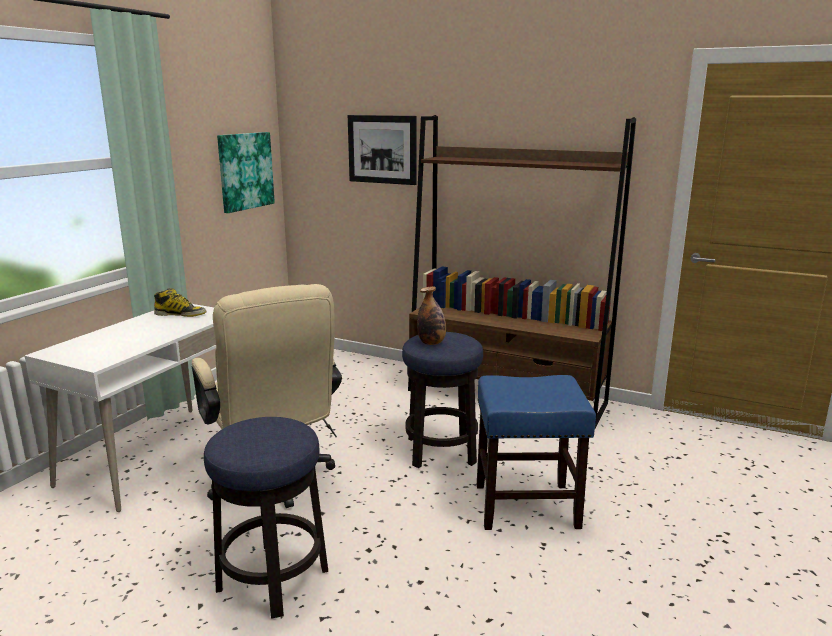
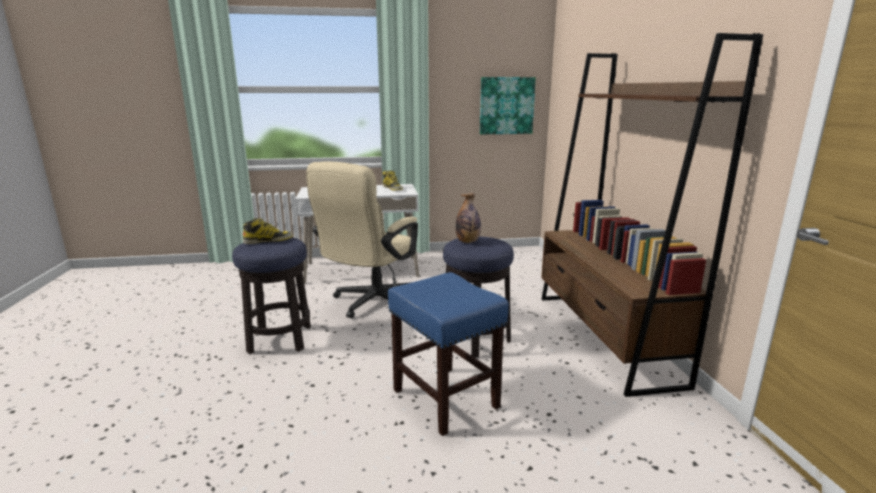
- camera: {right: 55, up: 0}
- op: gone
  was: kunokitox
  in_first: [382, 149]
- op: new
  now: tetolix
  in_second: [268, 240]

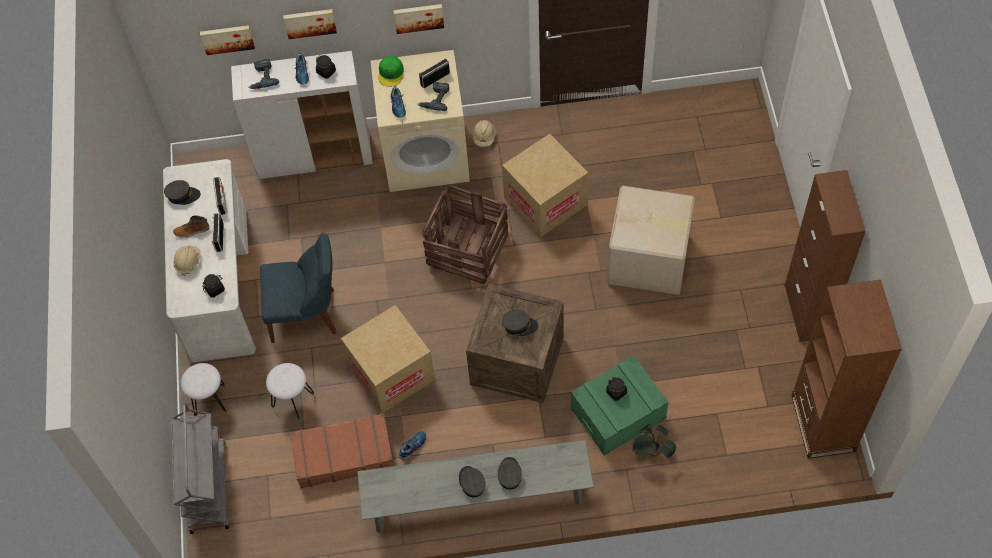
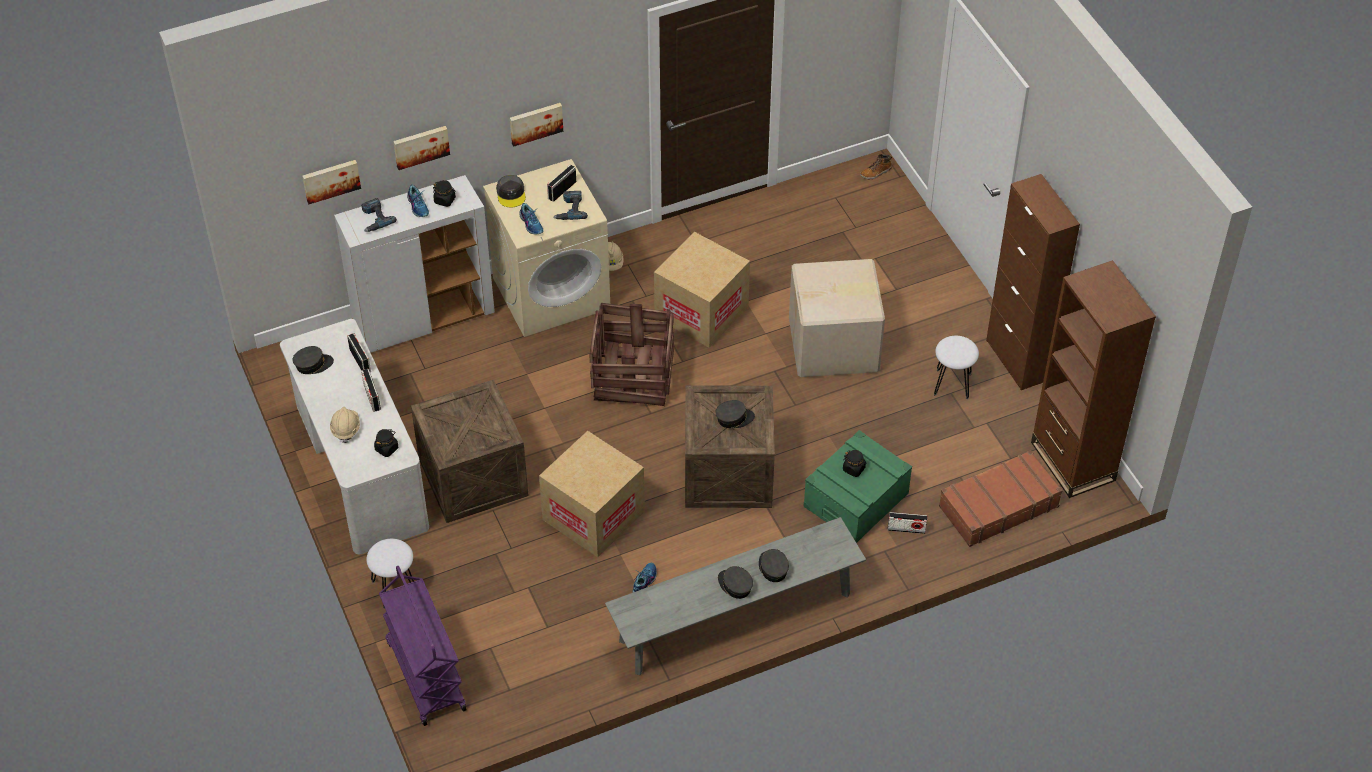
- camera: {right: -20, up: -10}
- op: repainted
  was: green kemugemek
  now: grey kemugemek
  in_first: [391, 73]
  in_second: [511, 194]
- op: shifted
  was: tetolix
  in_first: [192, 231]
  in_second: [876, 172]
- op: swapped
  was: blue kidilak
  now: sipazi
  in_first: [306, 314]
  in_second: [475, 478]
- op: shifted
  was: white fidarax
  in_first: [293, 400]
  in_second: [953, 384]
- op: repainted
  was: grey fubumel
  now: purple fubumel
  in_first: [207, 486]
  in_second: [425, 675]
- op: shifted
  was: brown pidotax
  in_first: [343, 455]
  in_second: [997, 506]
- op: swapped
  was: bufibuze
  now: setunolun
  in_first: [652, 453]
  in_second: [906, 529]

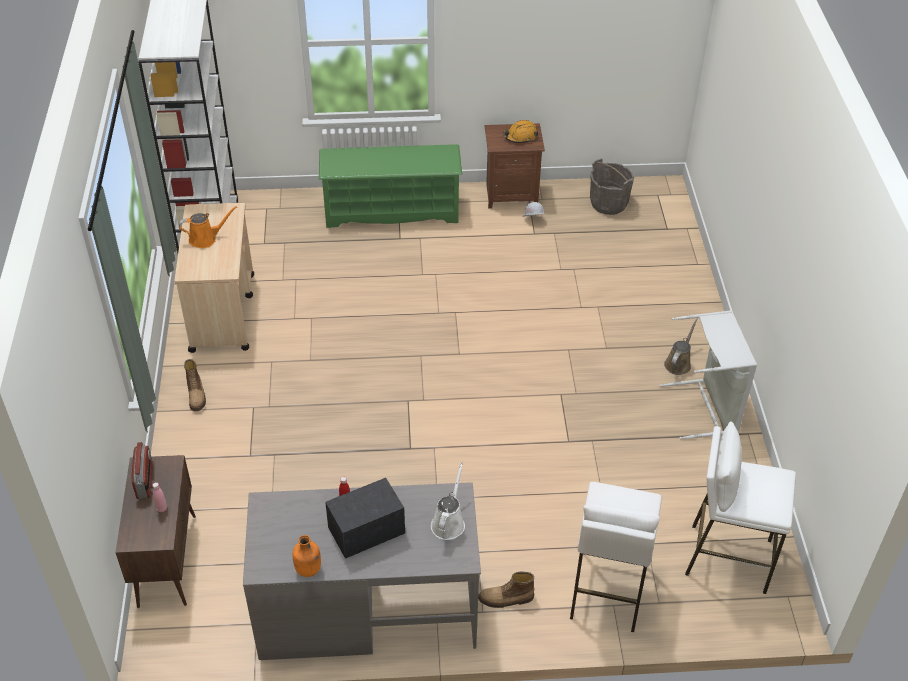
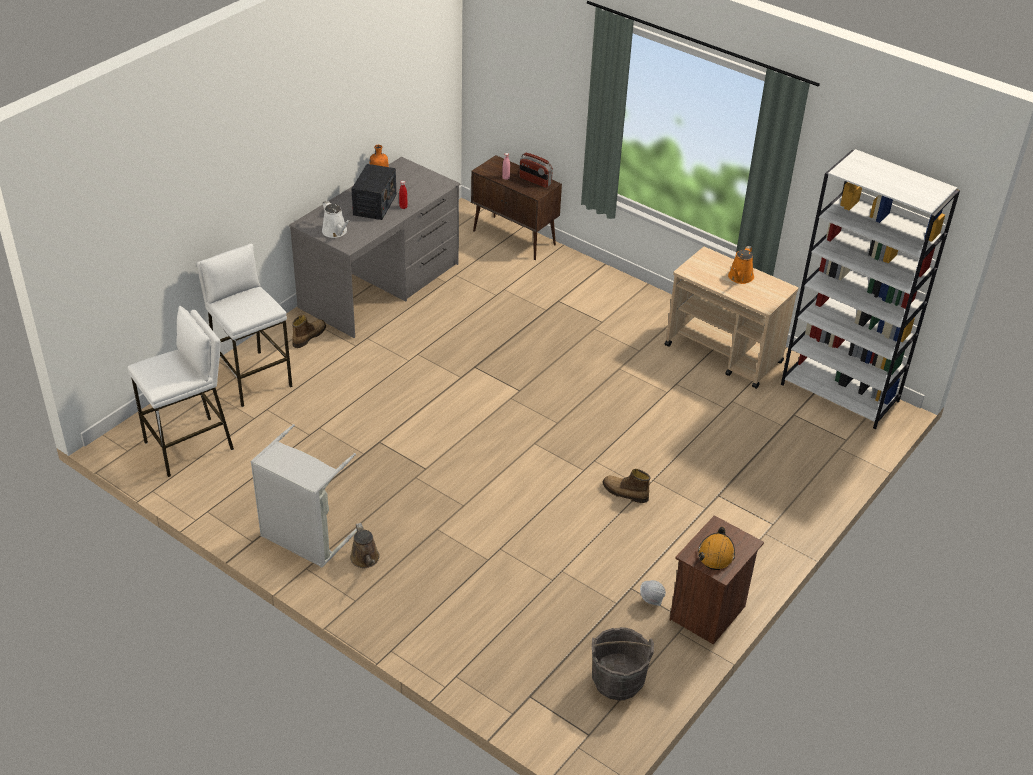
- camera: {right: 130, up: -5}
- op: gone
  was: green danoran
  in_first: [392, 210]
- op: shifted
  was: tetolix
  in_first: [196, 395]
  in_second: [624, 493]

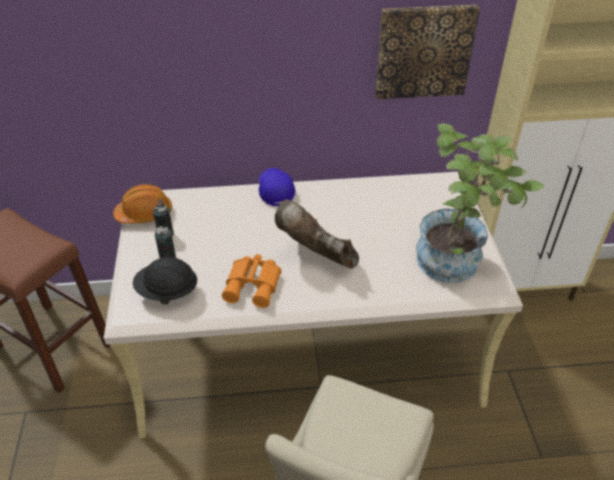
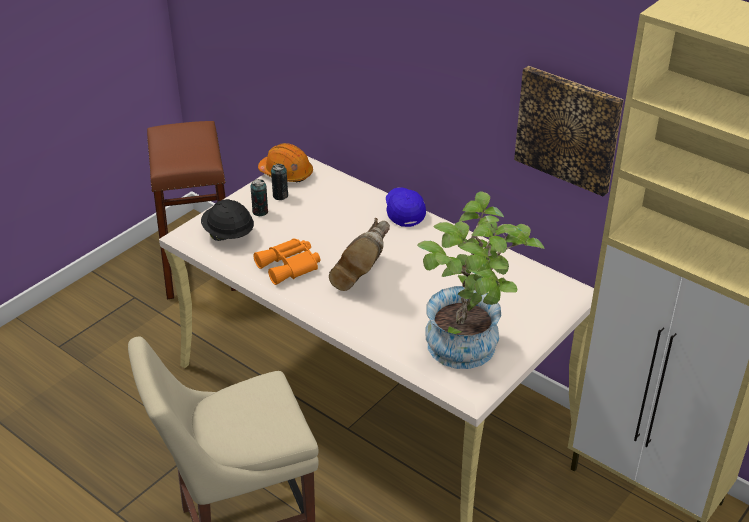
- camera: {right: 45, up: -5}
- op: rotated
  was: blue kemugemek
  in_first: [275, 191]
  in_second: [404, 212]
  clockwise: -45
- op: rotated
  was: brown tetolix
  in_first: [317, 257]
  in_second: [361, 277]
  clockwise: -150

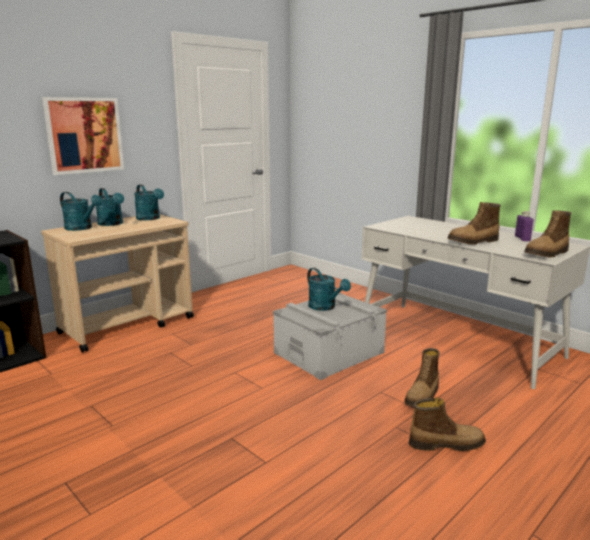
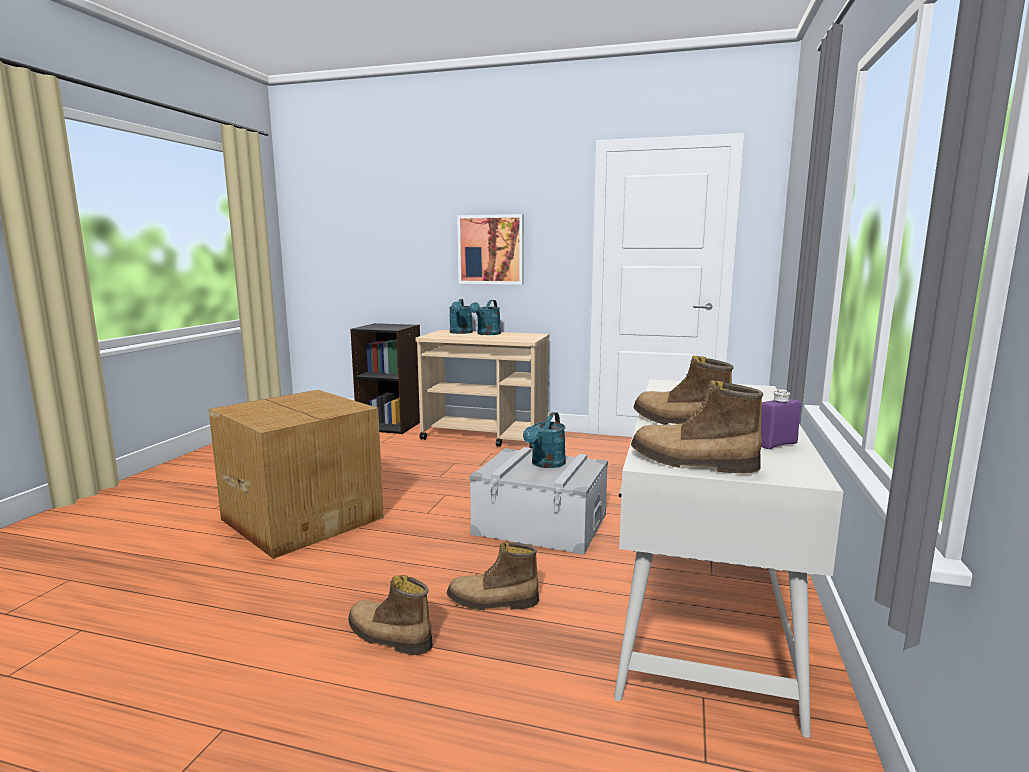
- camera: {right: 60, up: -5}
- op: gone
  was: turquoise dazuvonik
  in_first: [150, 218]
- op: rotated
  was: tetolix
  in_first: [445, 444]
  in_second: [388, 637]
  clockwise: 150
- op: new
  now: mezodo
  in_second: [303, 517]

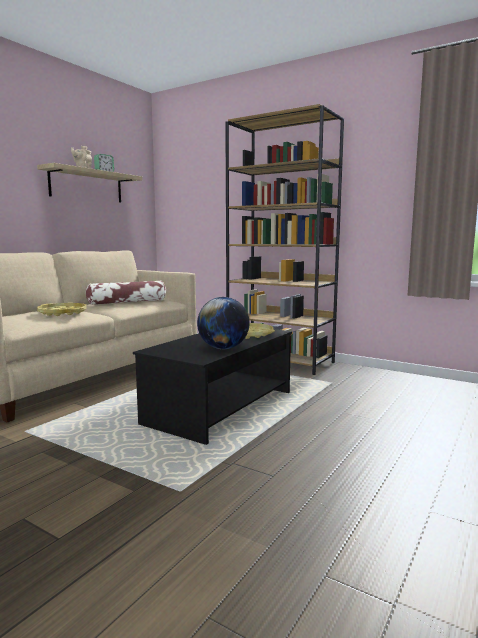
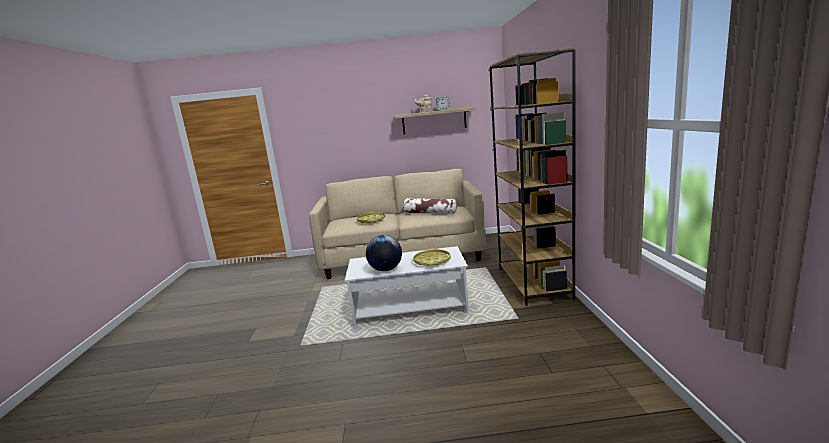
- camera: {right: 55, up: 5}
- op: repainted
  was: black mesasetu
  now: white mesasetu
  in_first: [221, 407]
  in_second: [411, 307]

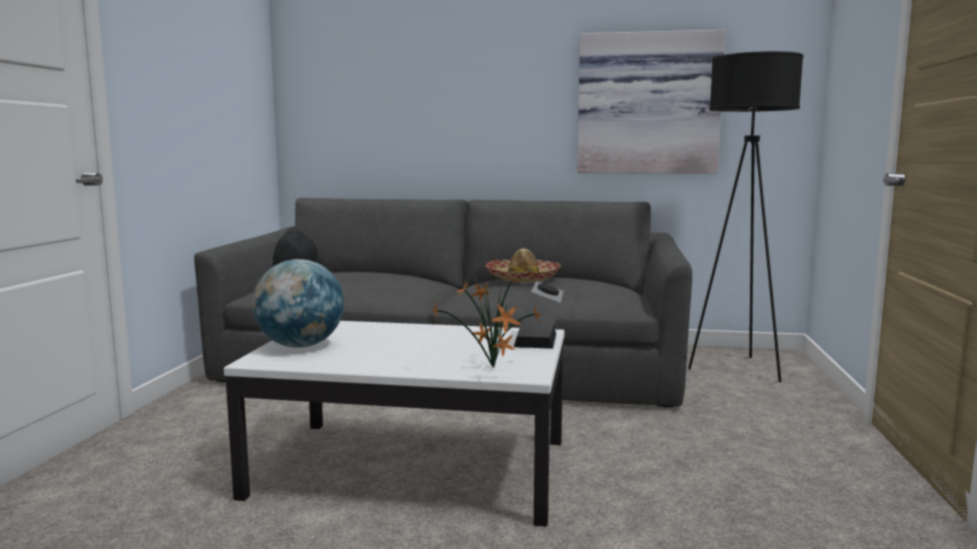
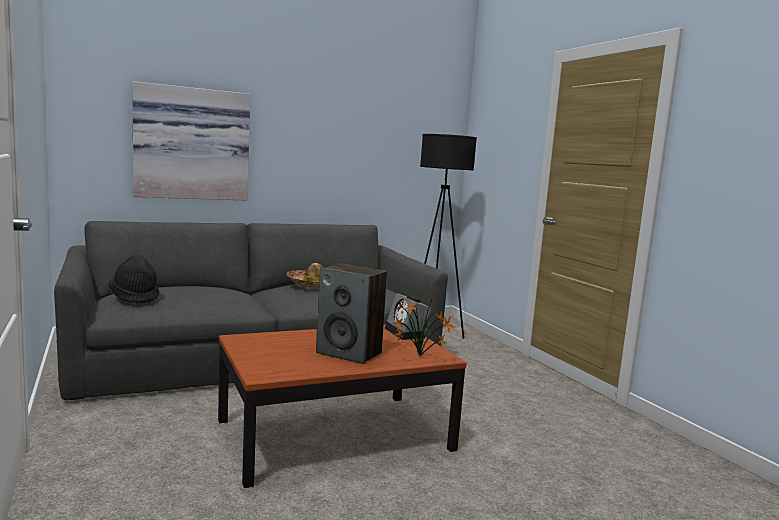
- camera: {right: -35, up: 0}
- op: shifted
  was: kunokitox
  in_first: [648, 104]
  in_second: [192, 144]
- op: gone
  was: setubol
  in_first: [300, 346]
- op: repainted
  was: white mesasetu
  now: brown mesasetu
  in_first: [413, 468]
  in_second: [335, 435]
- op: new
  now: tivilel
  in_second: [349, 353]

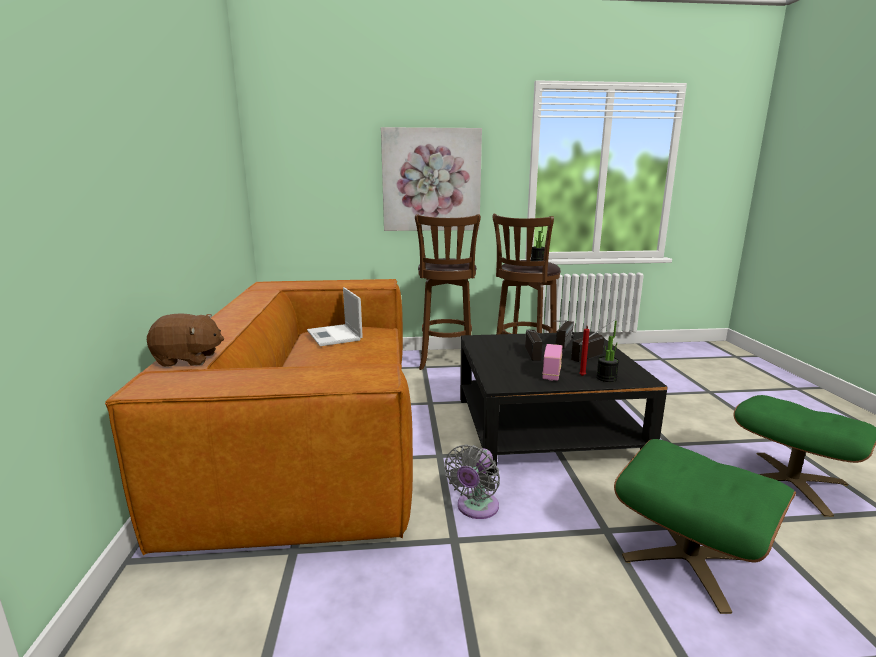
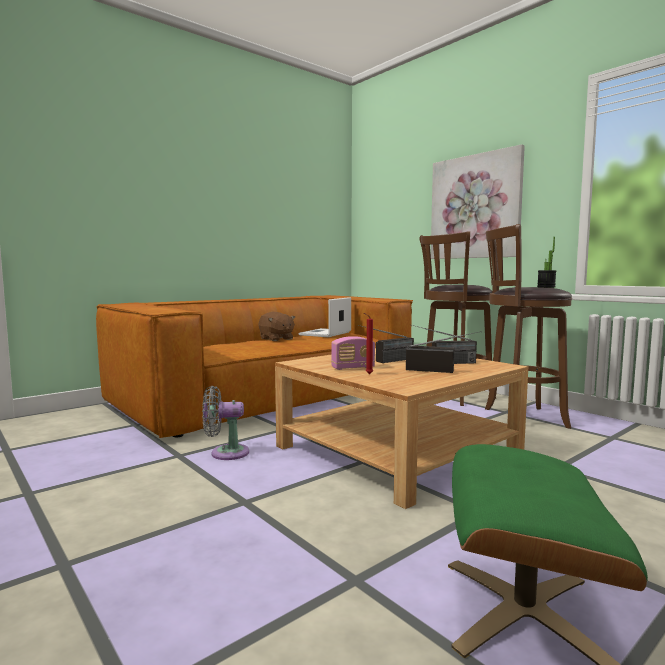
- camera: {right: 55, up: -10}
- op: shifted
  was: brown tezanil
  in_first: [188, 359]
  in_second: [276, 339]
- op: gone
  was: bufibuze
  in_first: [606, 378]
- op: repainted
  was: black mesasetu
  now: beige mesasetu
  in_first: [545, 428]
  in_second: [397, 449]
- op: gone
  was: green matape
  in_first: [689, 558]

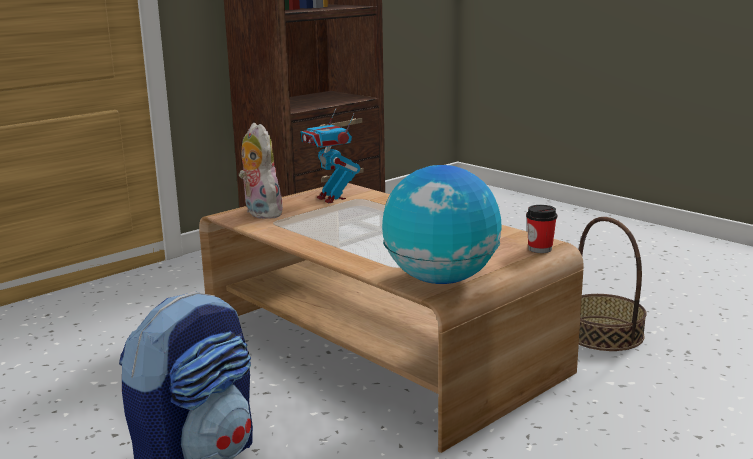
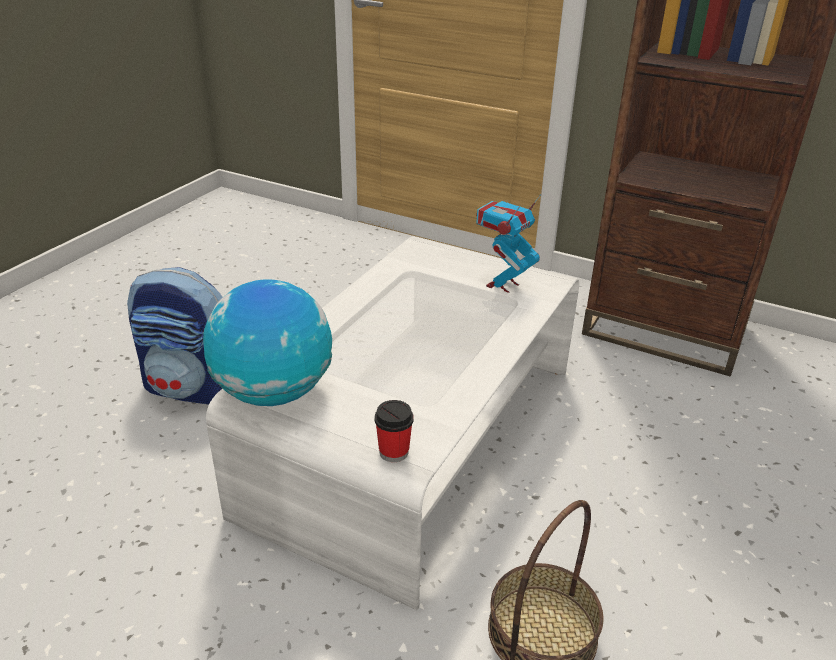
- camera: {right: 70, up: 15}
- op: gone
  was: tezanil
  in_first: [260, 213]
- op: repainted
  was: brown mesasetu
  now: white mesasetu
  in_first: [378, 346]
  in_second: [415, 437]

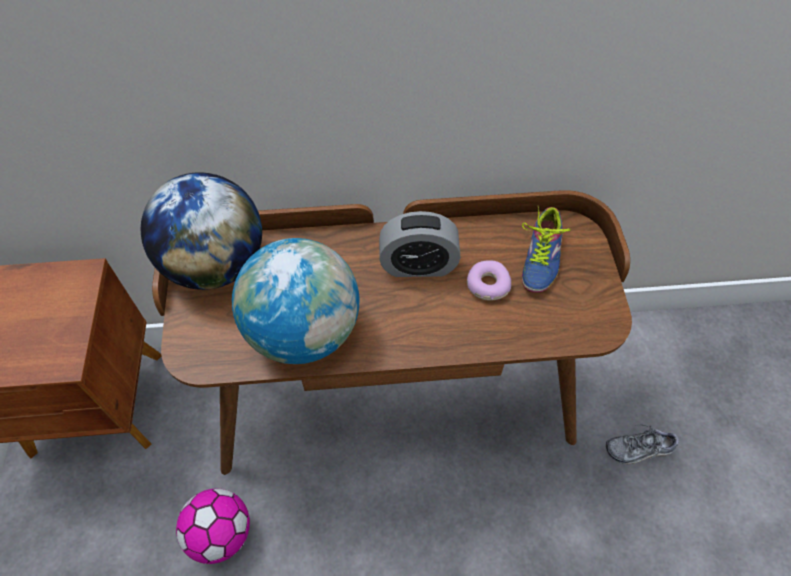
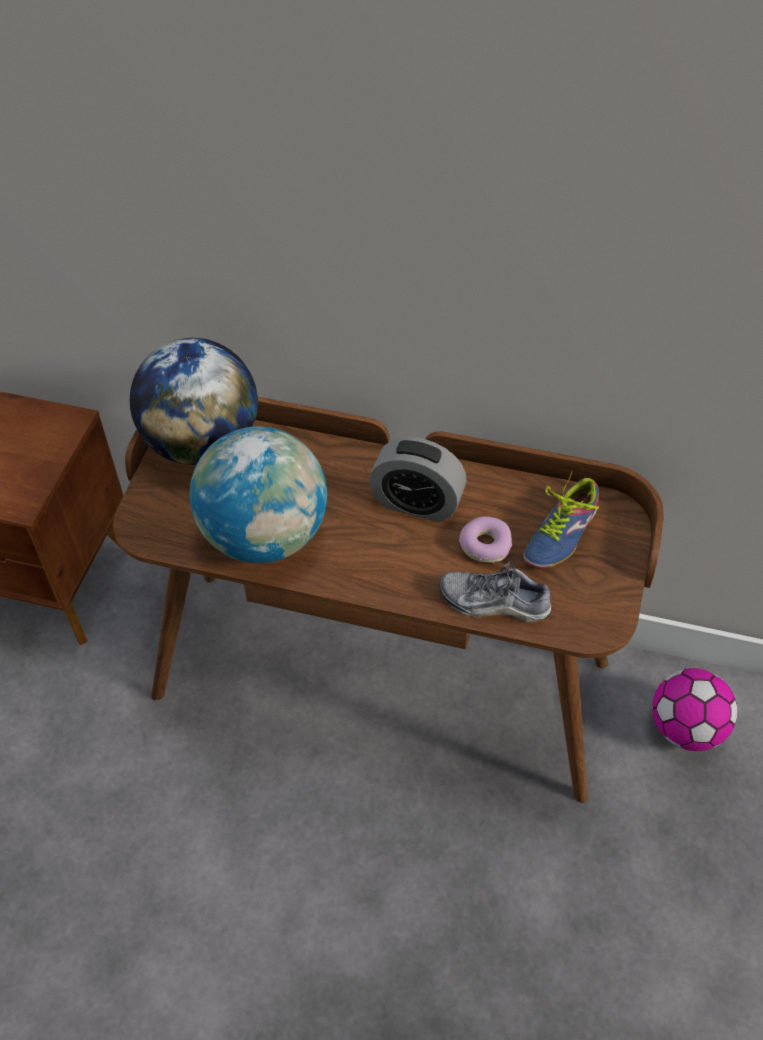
- camera: {right: 20, up: -5}
- op: shifted
  was: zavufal
  in_first: [639, 449]
  in_second: [494, 602]
- op: shifted
  was: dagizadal
  in_first: [221, 533]
  in_second: [685, 728]

